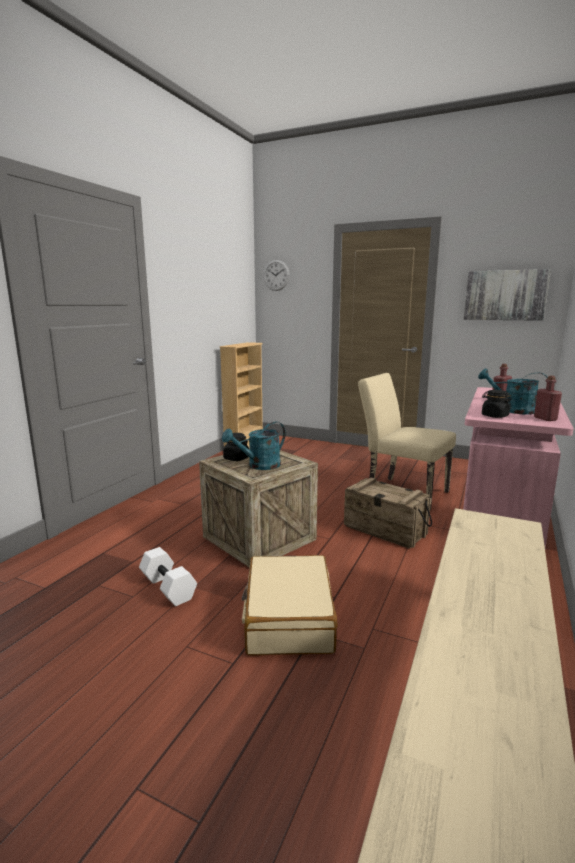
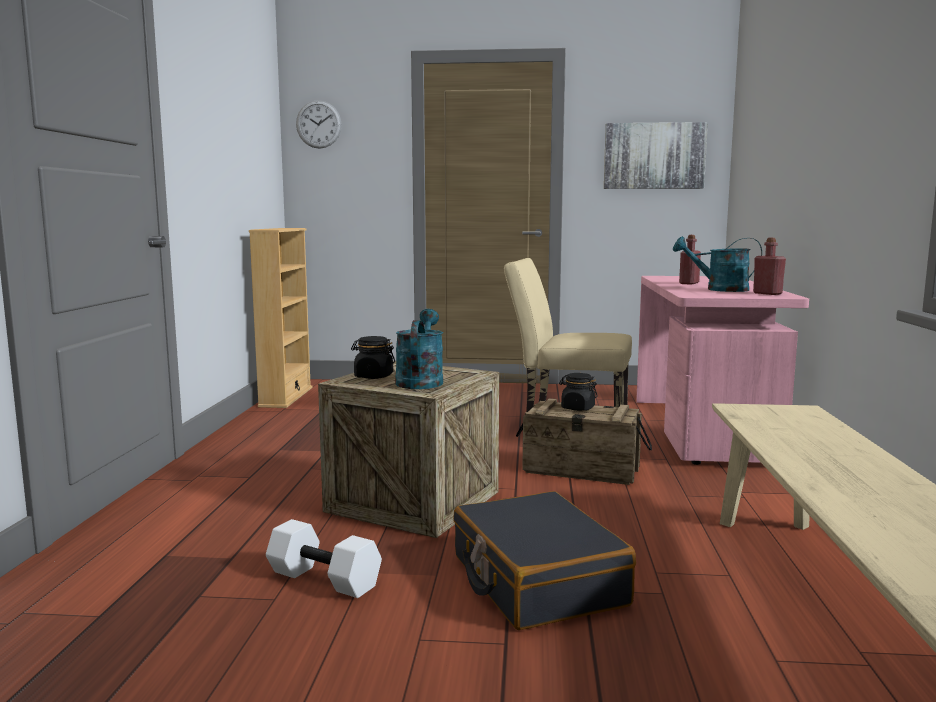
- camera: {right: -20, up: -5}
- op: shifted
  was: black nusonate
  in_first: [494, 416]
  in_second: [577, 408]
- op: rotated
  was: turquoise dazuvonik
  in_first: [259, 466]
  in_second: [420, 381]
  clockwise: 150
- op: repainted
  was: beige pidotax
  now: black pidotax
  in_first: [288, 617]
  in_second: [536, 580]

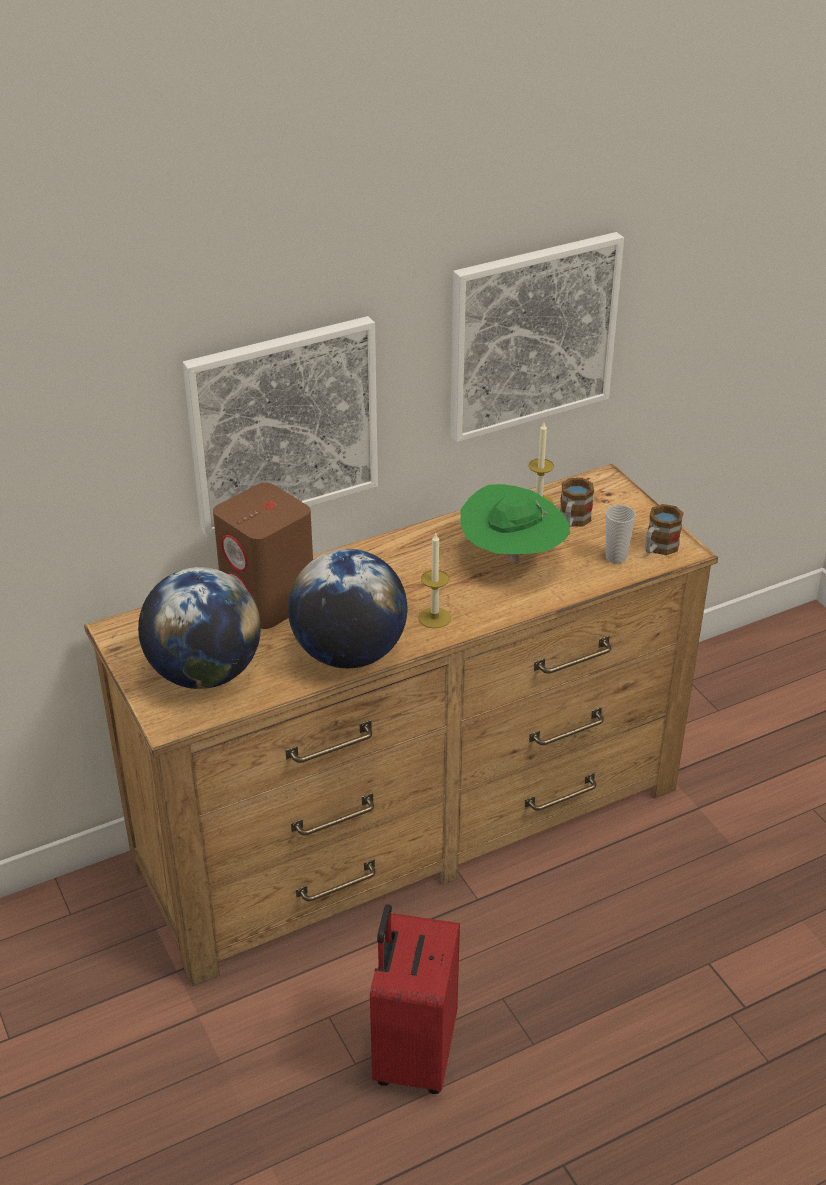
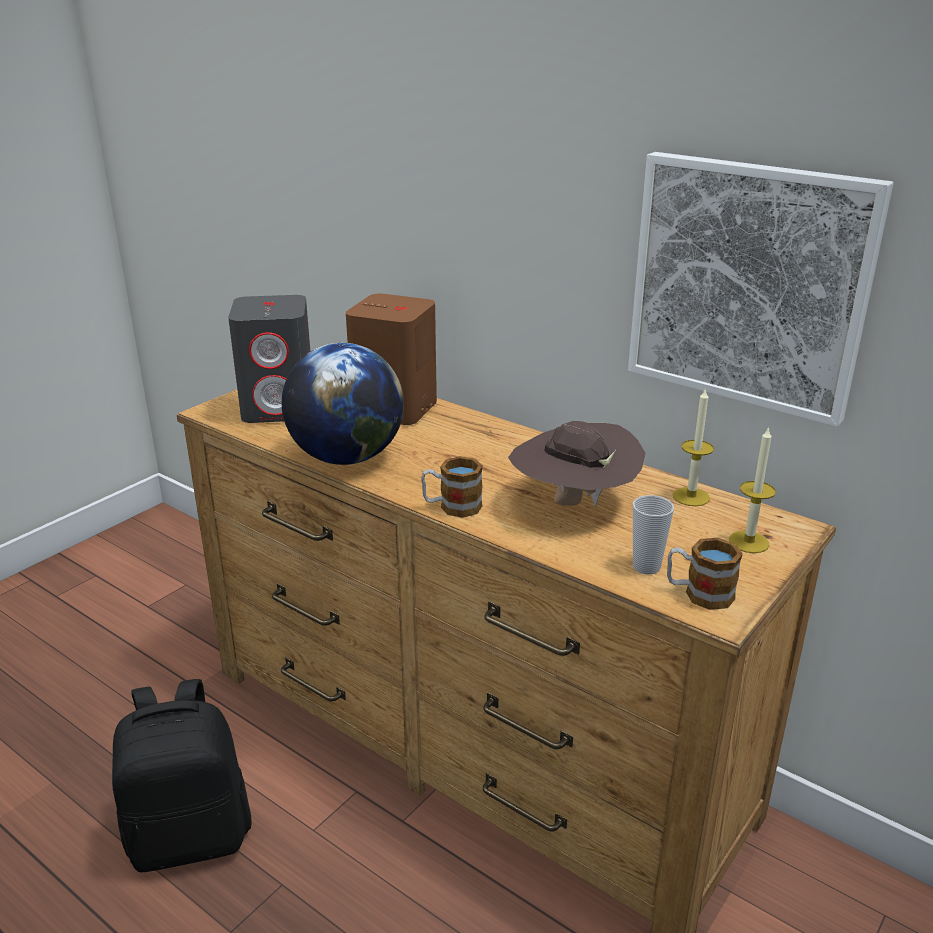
- camera: {right: 65, up: -10}
- op: gone
  was: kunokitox
  in_first: [283, 424]
- op: shifted
  was: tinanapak
  in_first: [573, 521]
  in_second: [452, 507]
- op: repainted
  was: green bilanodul
  now: brown bilanodul
  in_first: [512, 558]
  in_second: [573, 503]
- op: shifted
  was: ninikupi
  in_first: [434, 618]
  in_second: [748, 542]
- op: swapped
  was: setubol
  now: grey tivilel
  in_first: [205, 673]
  in_second: [279, 408]
- op: swapped
  was: red pidotax
  now: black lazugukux
  in_first: [412, 1054]
  in_second: [191, 835]

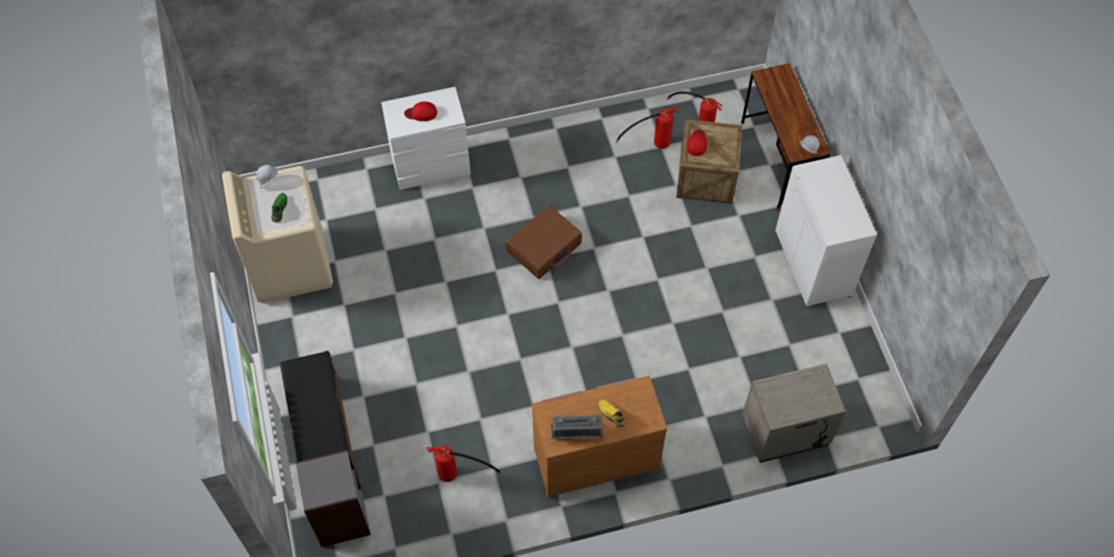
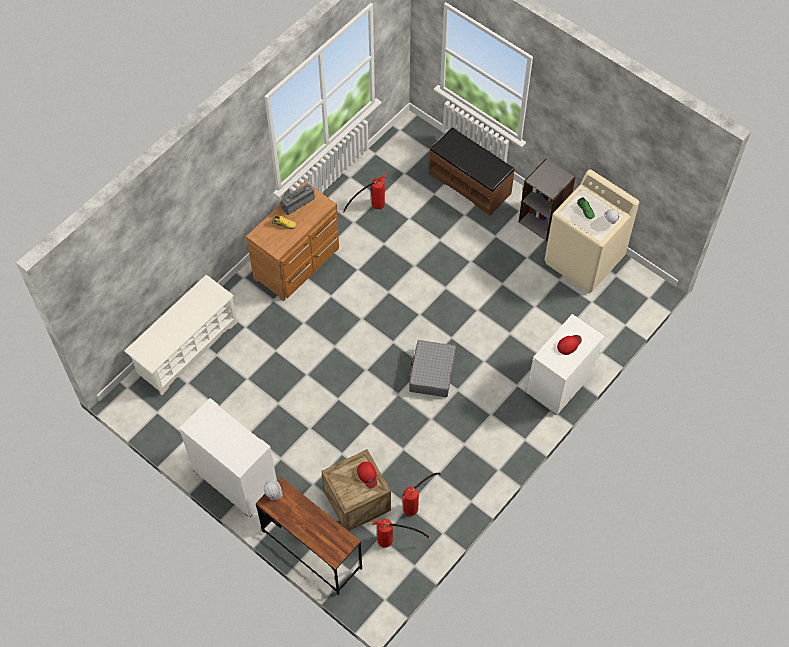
- camera: {right: 145, up: 0}
- op: repainted
  was: brown pidotax
  now: grey pidotax
  in_first: [544, 247]
  in_second: [432, 373]
- op: swapped
  was: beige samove
  now: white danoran
  in_first: [785, 432]
  in_second: [187, 347]
- op: shifted
  was: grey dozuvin
  in_first: [340, 517]
  in_second: [543, 220]

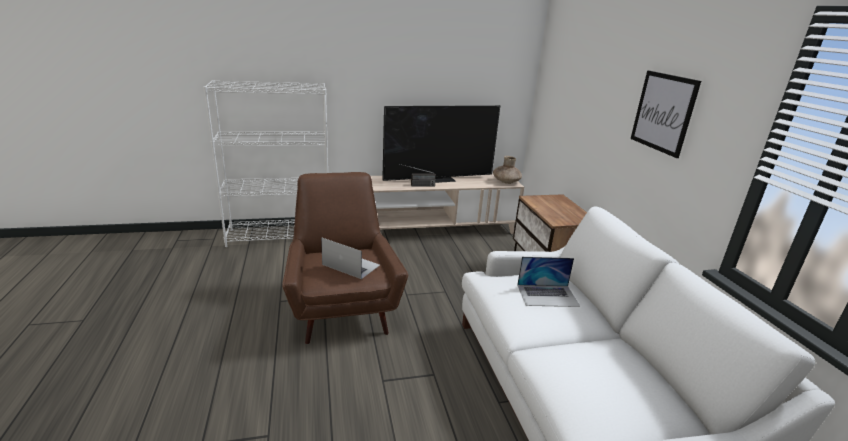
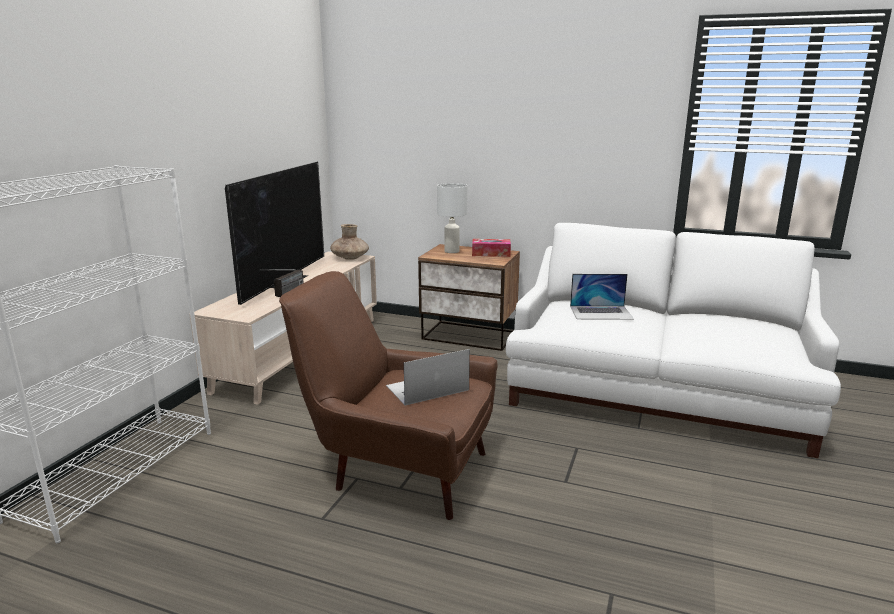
- camera: {right: -55, up: -5}
- op: gone
  was: kunokitox
  in_first: [663, 112]
- op: rotated
  was: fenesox
  in_first: [547, 295]
  in_second: [601, 312]
  clockwise: 60
- op: new
  now: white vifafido
  in_second: [452, 251]
- op: new
  now: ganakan
  in_second: [491, 254]

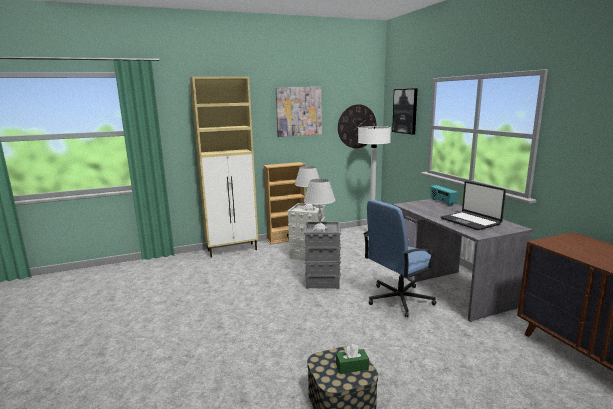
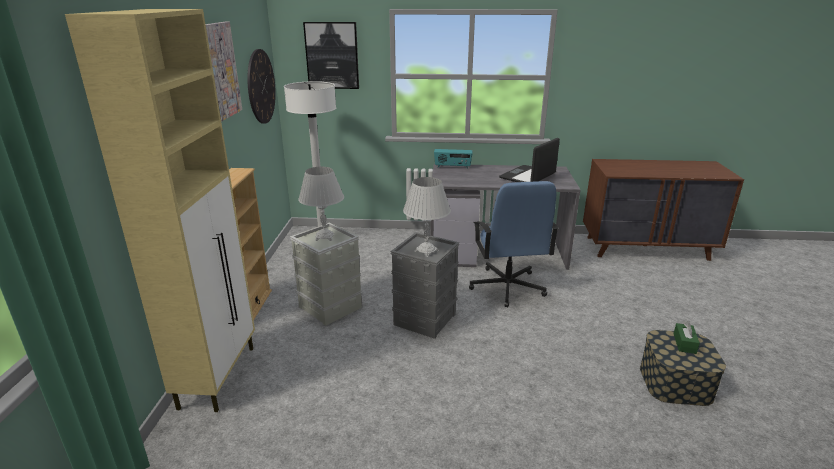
- camera: {right: -65, up: 10}
- op: rotated
  was: fenesox
  in_first: [470, 221]
  in_second: [528, 176]
  clockwise: 135

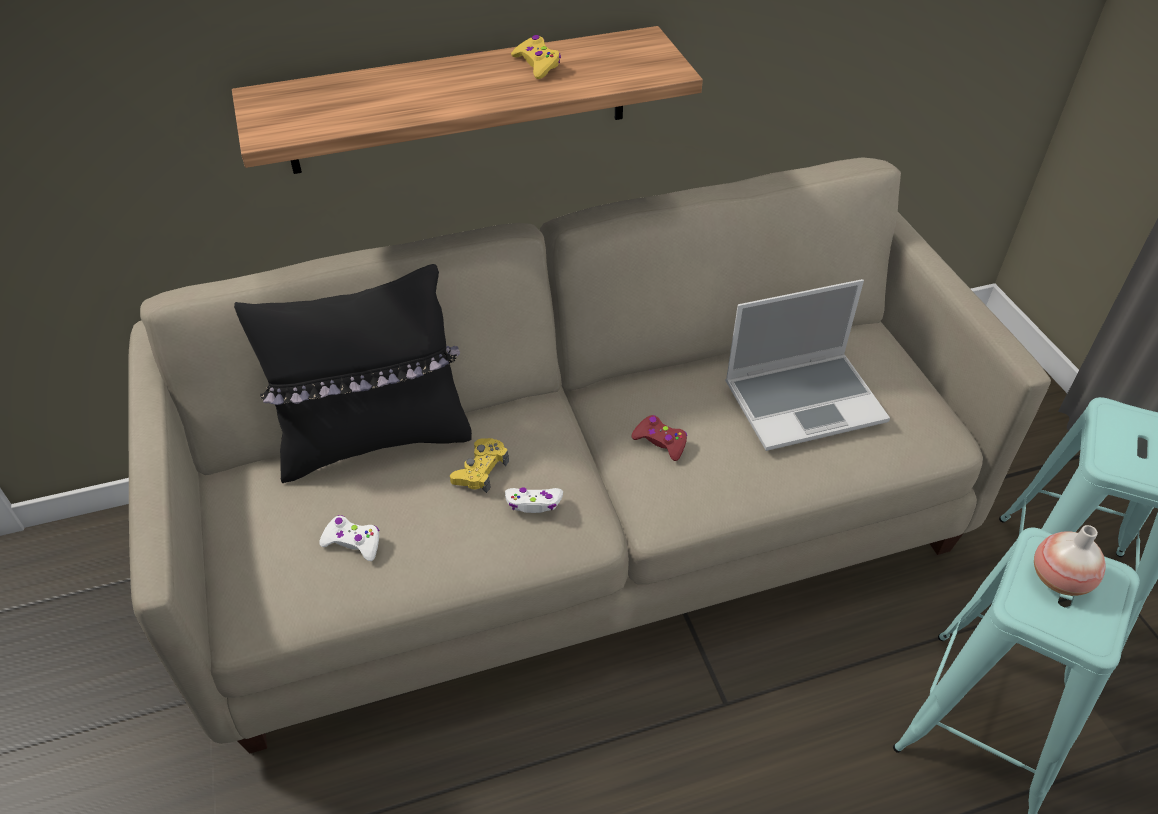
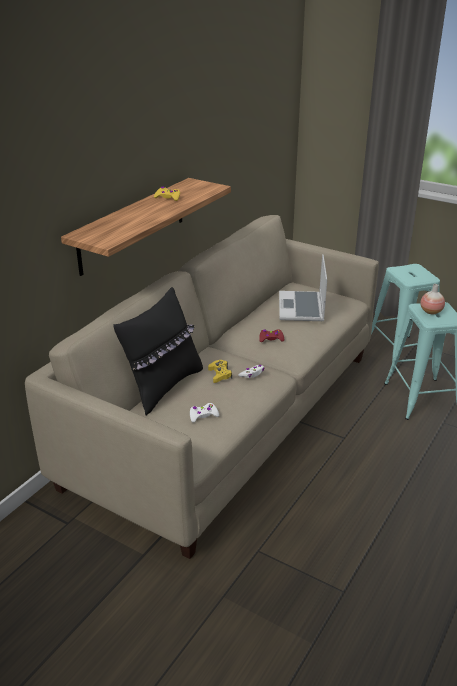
- camera: {right: -40, up: -15}
- op: rotated
  was: fenesox
  in_first: [805, 401]
  in_second: [302, 308]
  clockwise: 150

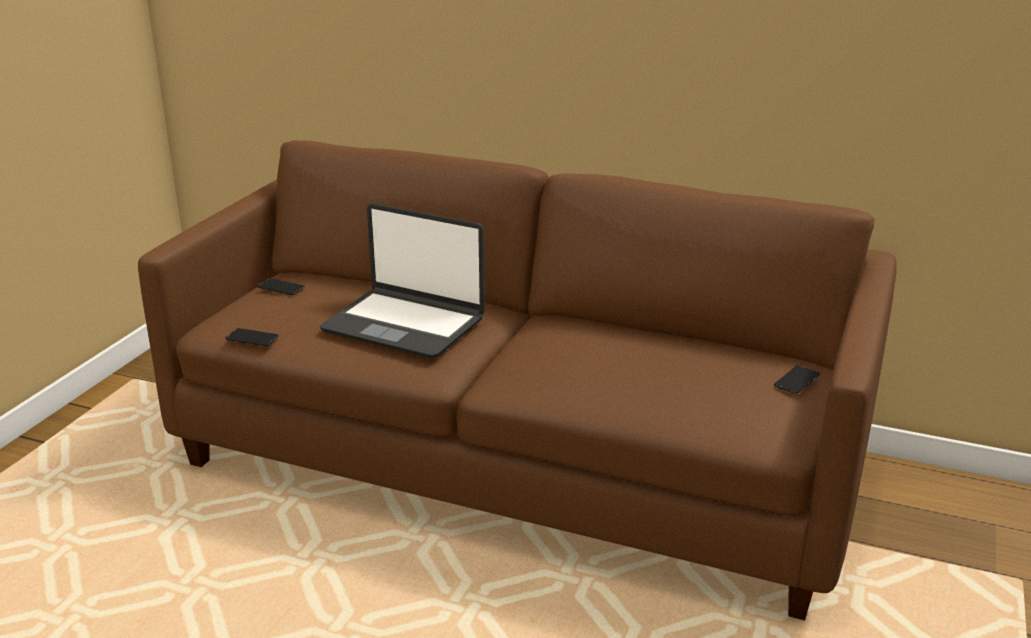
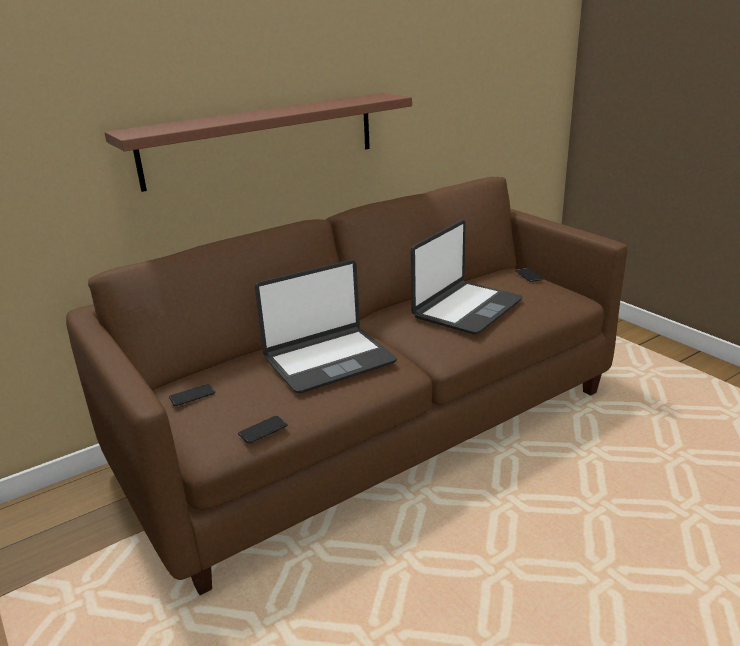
- camera: {right: -55, up: 0}
- op: new
  now: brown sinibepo
  in_second: [262, 139]
- op: new
  now: fenesox
  in_second: [466, 308]

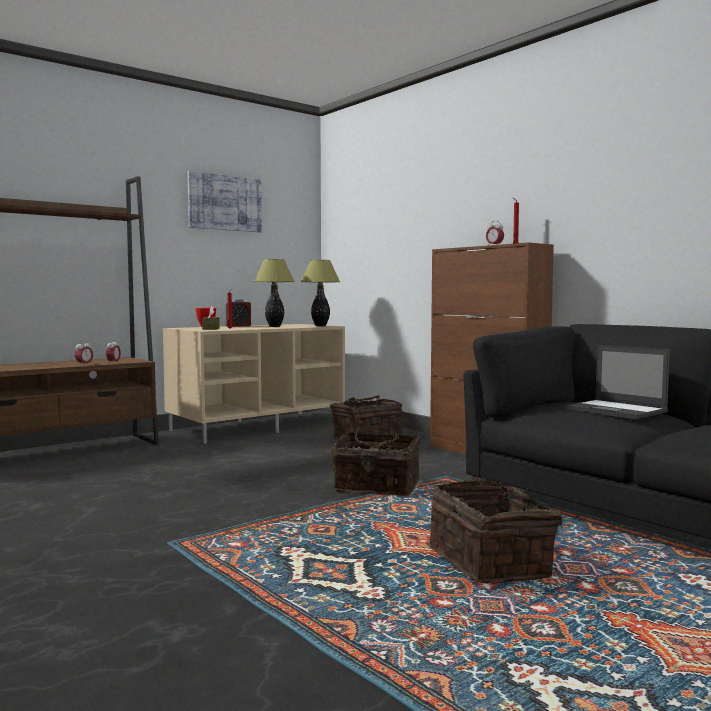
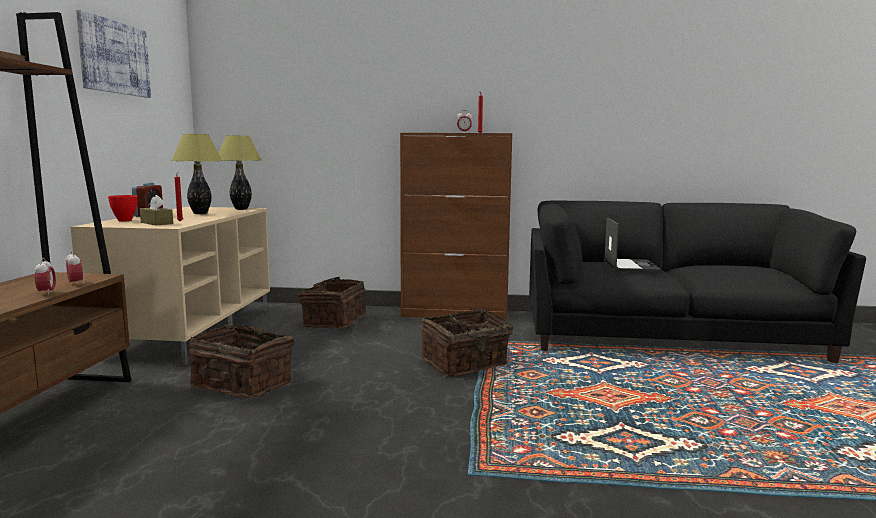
- camera: {right: -45, up: 5}
- op: rotated
  was: fenesox
  in_first: [616, 410]
  in_second: [630, 266]
  clockwise: -90
- op: shifted
  was: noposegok
  in_first: [492, 562]
  in_second: [244, 384]

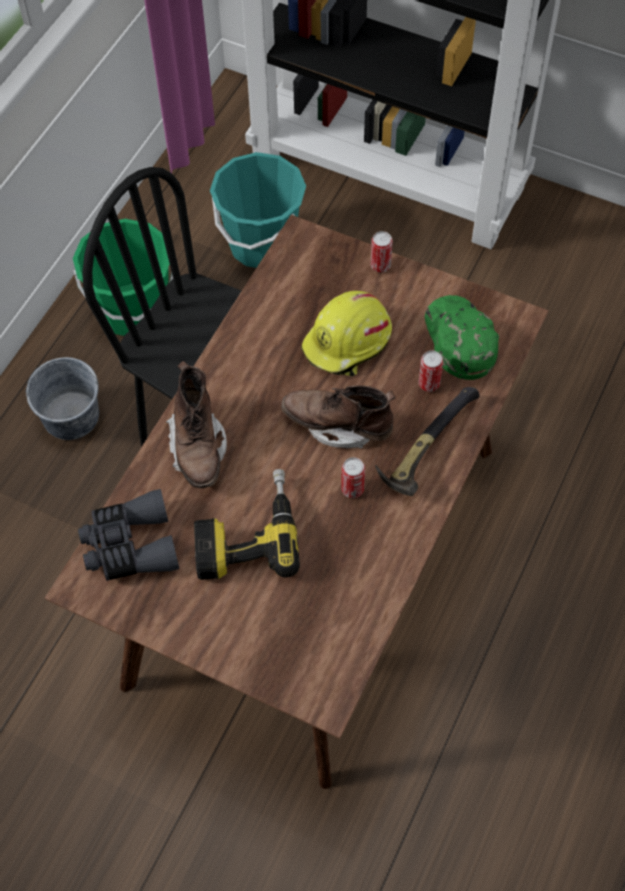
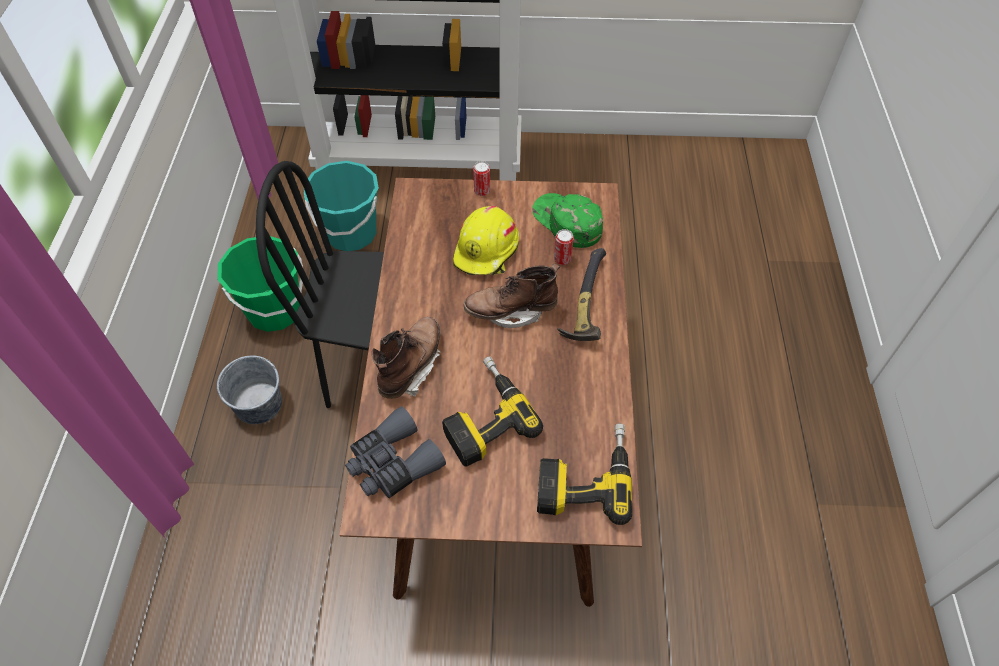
- camera: {right: -25, up: -5}
- op: rotated
  was: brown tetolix
  in_first: [198, 448]
  in_second: [410, 366]
  clockwise: -120
- op: gone
  was: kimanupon
  in_first: [352, 489]
- op: new
  now: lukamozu
  in_second: [584, 476]

